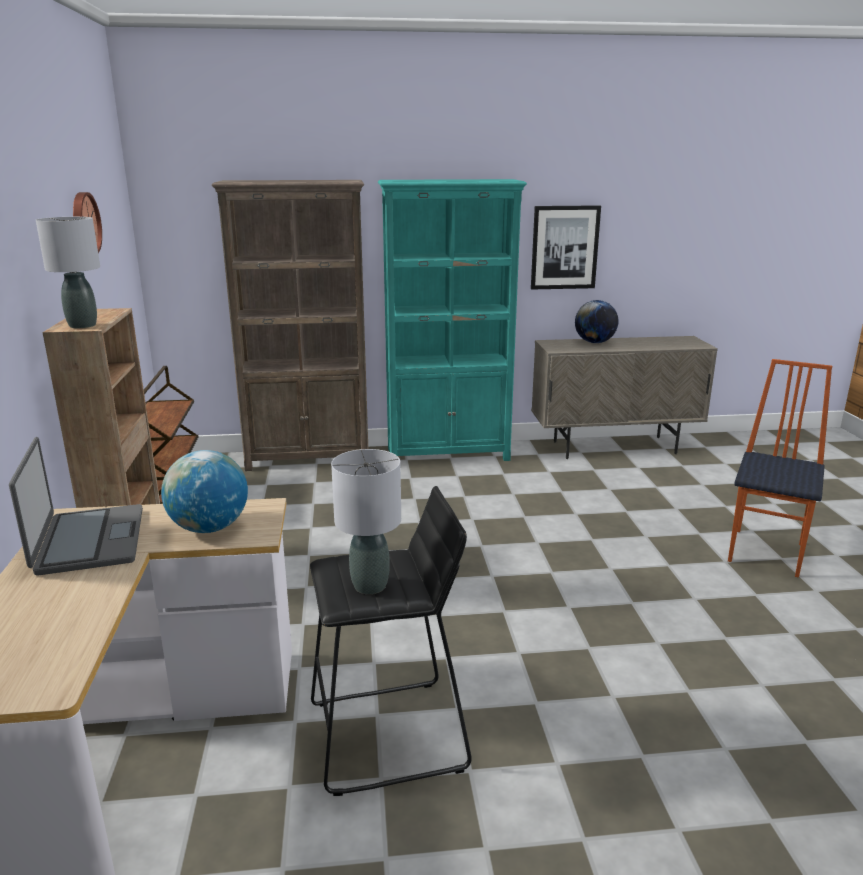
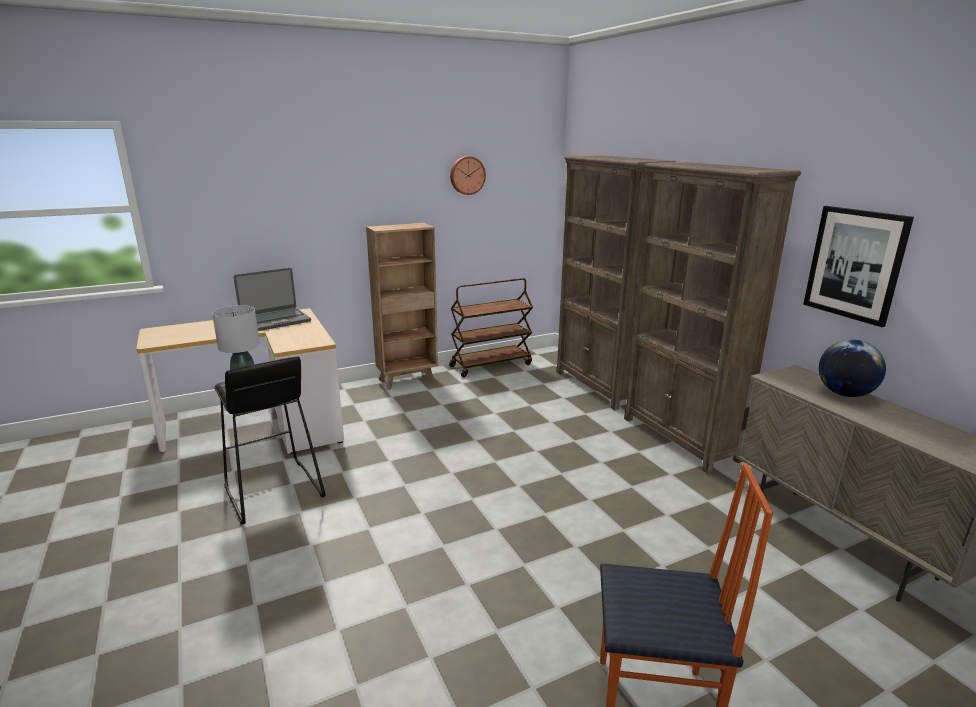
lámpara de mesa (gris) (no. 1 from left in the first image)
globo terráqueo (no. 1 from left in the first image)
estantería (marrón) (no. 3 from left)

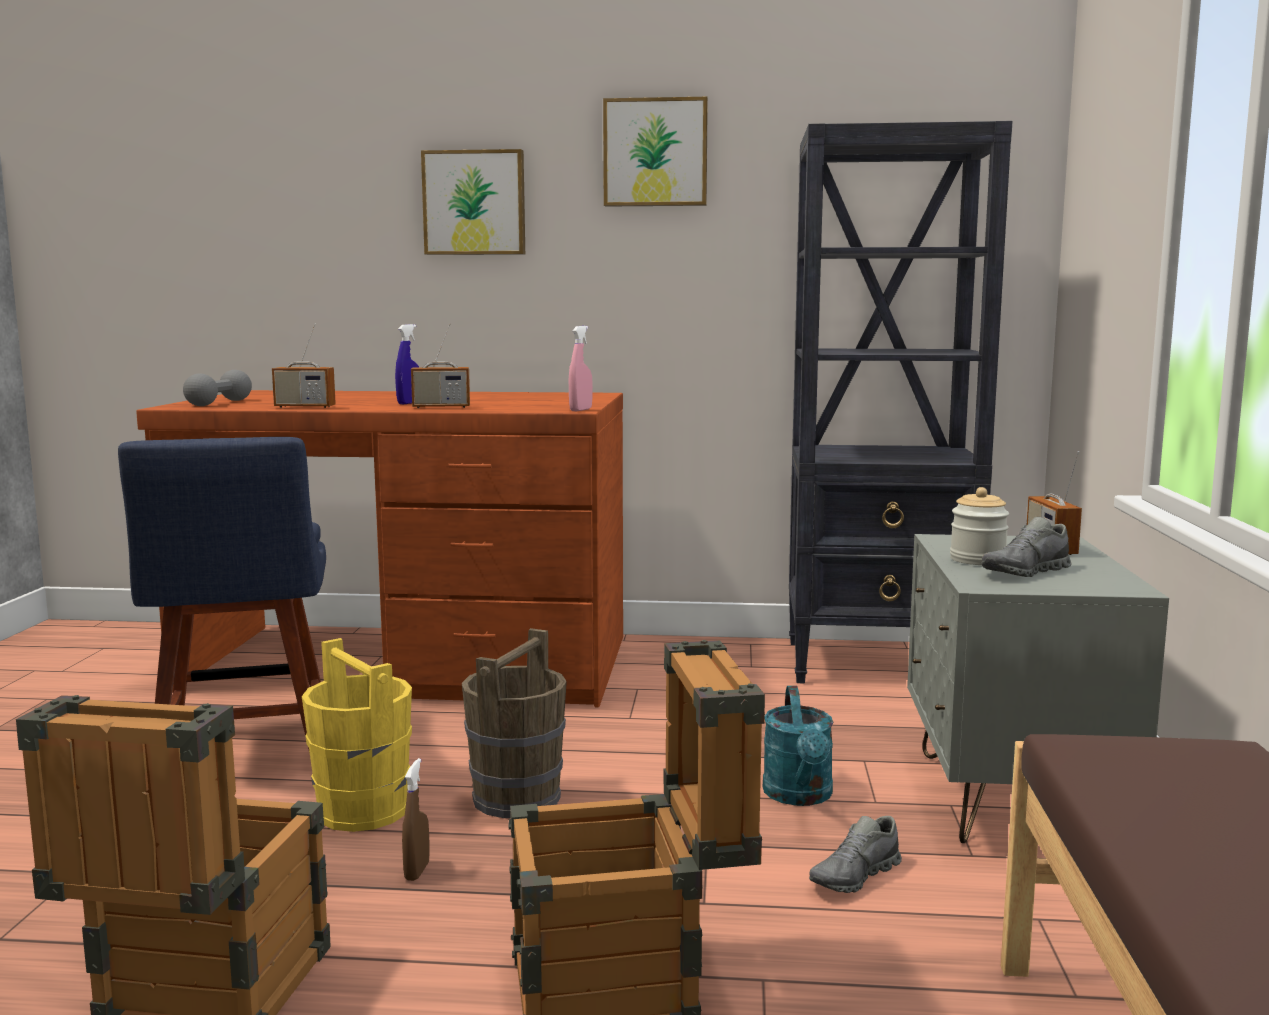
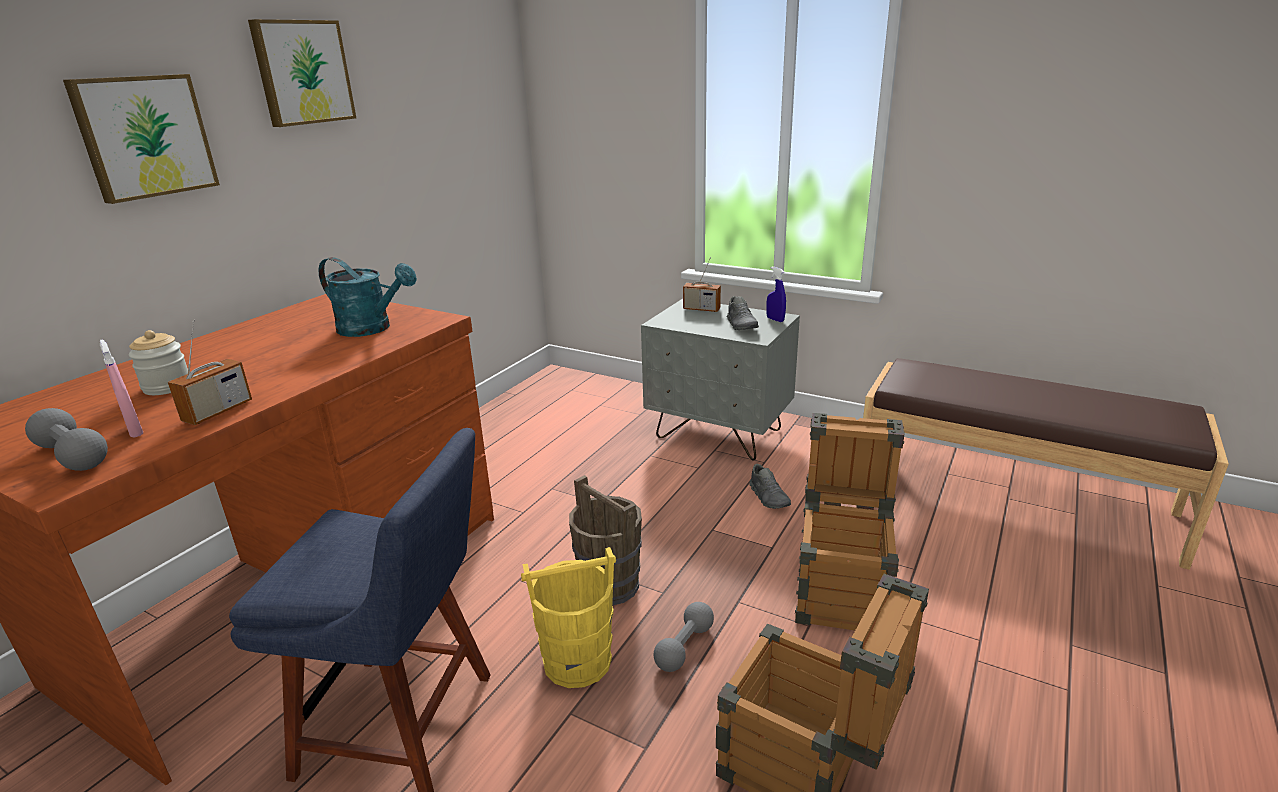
radio (no. 2 from left in the first image)
estantería (negro)
pulverizador (azul)
pulverizador (rosa)
regadera (turquesa)
tarro
mancuerna (gris) (no. 2 from left)

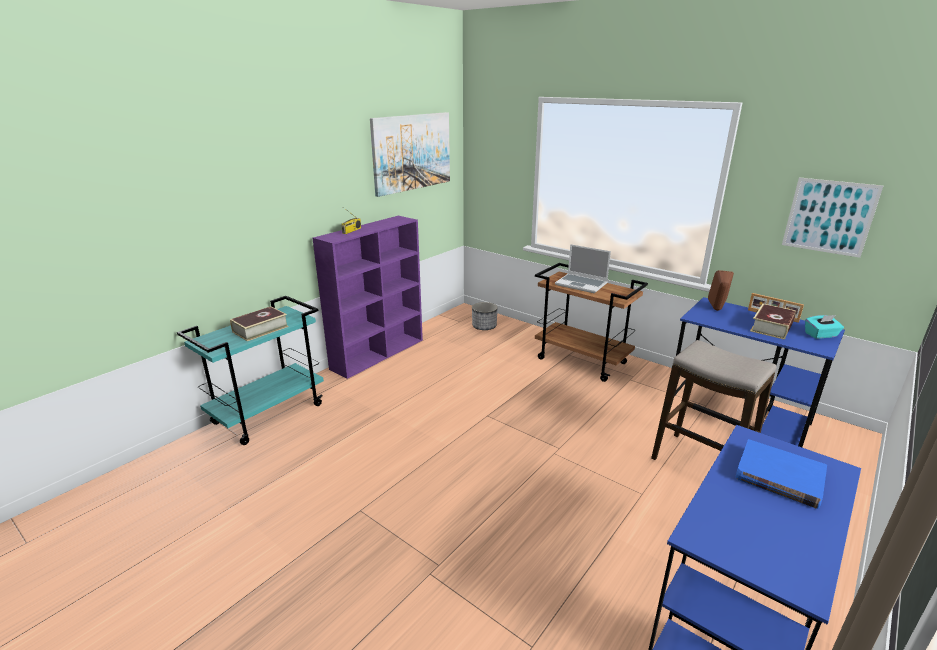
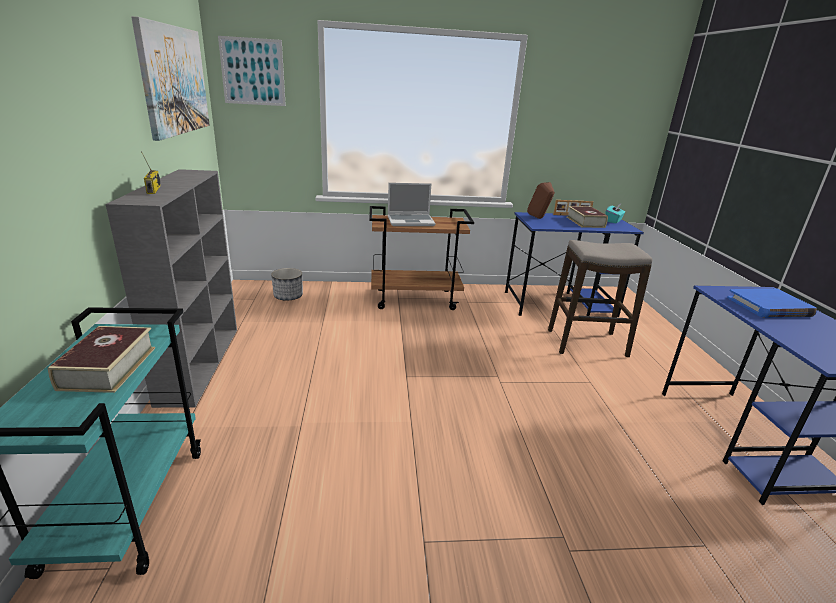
cuadro (no. 2 from left)
estantería (gris)

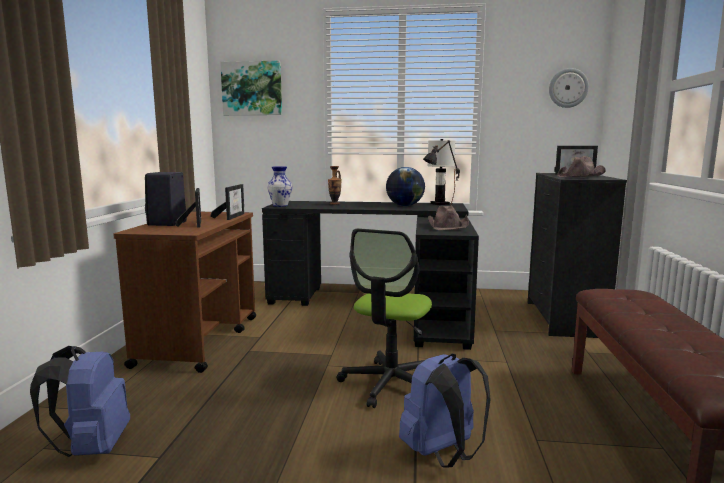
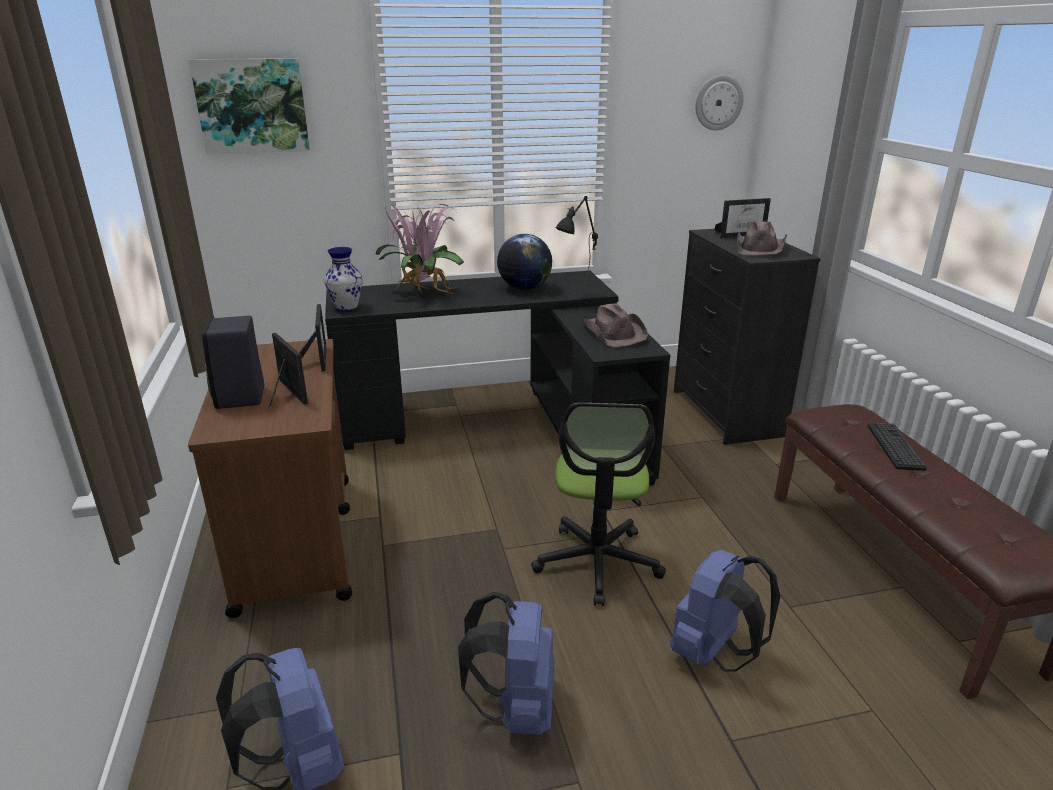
lámpara de mesa (blanco)
mochila (azul) (no. 2 from left)
teclado
planta en maceta

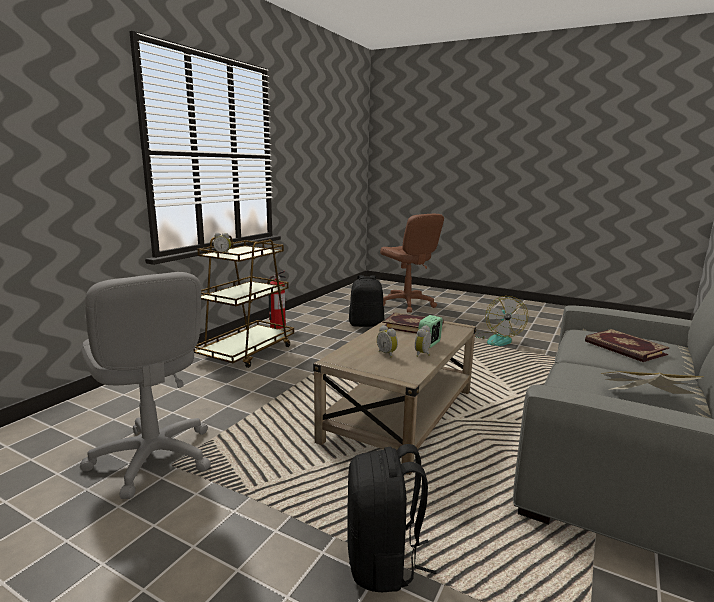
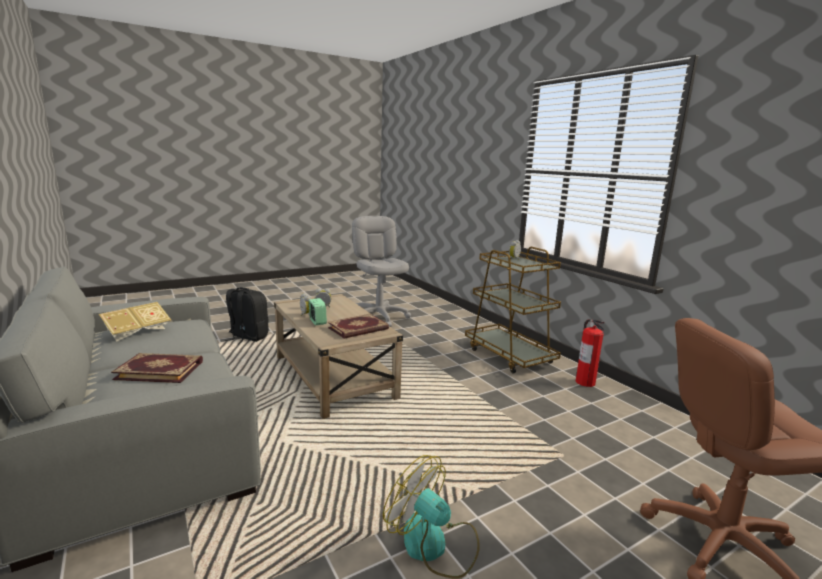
mochila (negro) (no. 1 from left in the first image)
silla de oficina (gris)

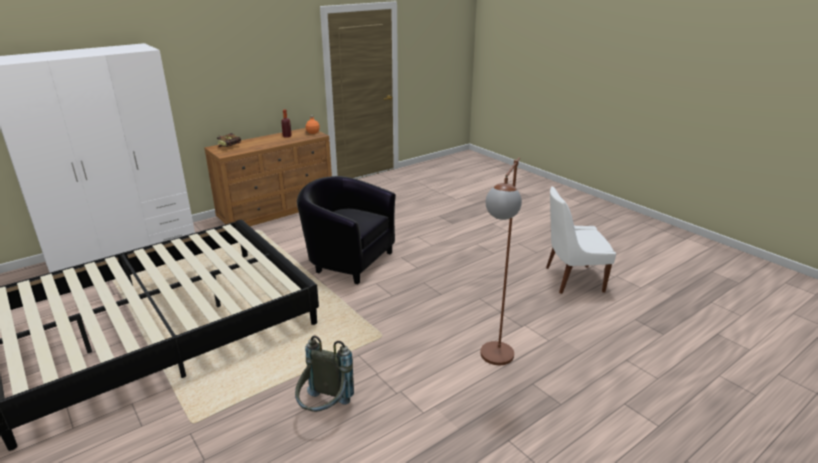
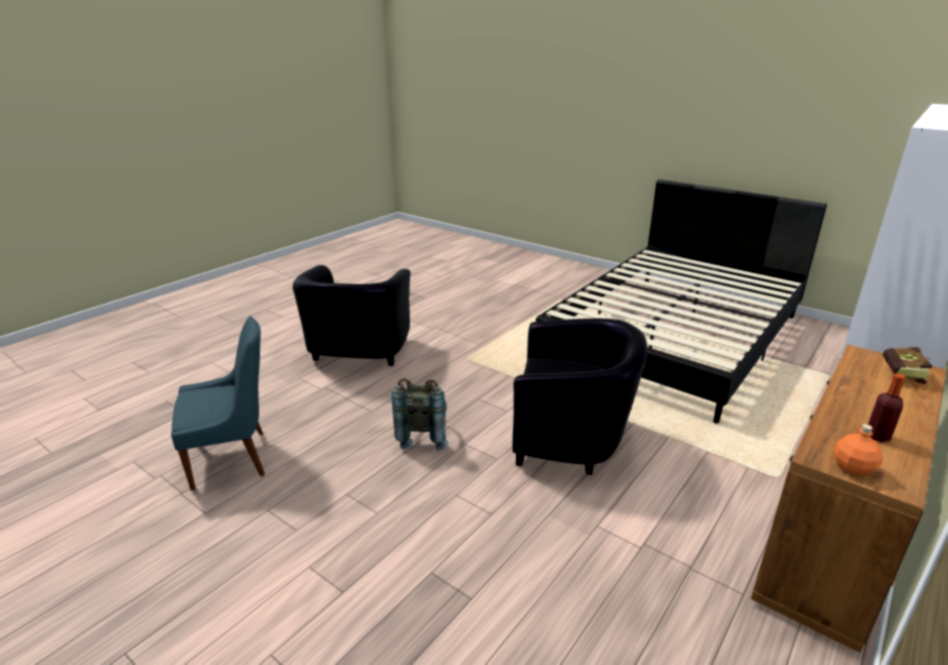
mochila (gris)
sillón (negro) (no. 1 from left)
silla (azul)

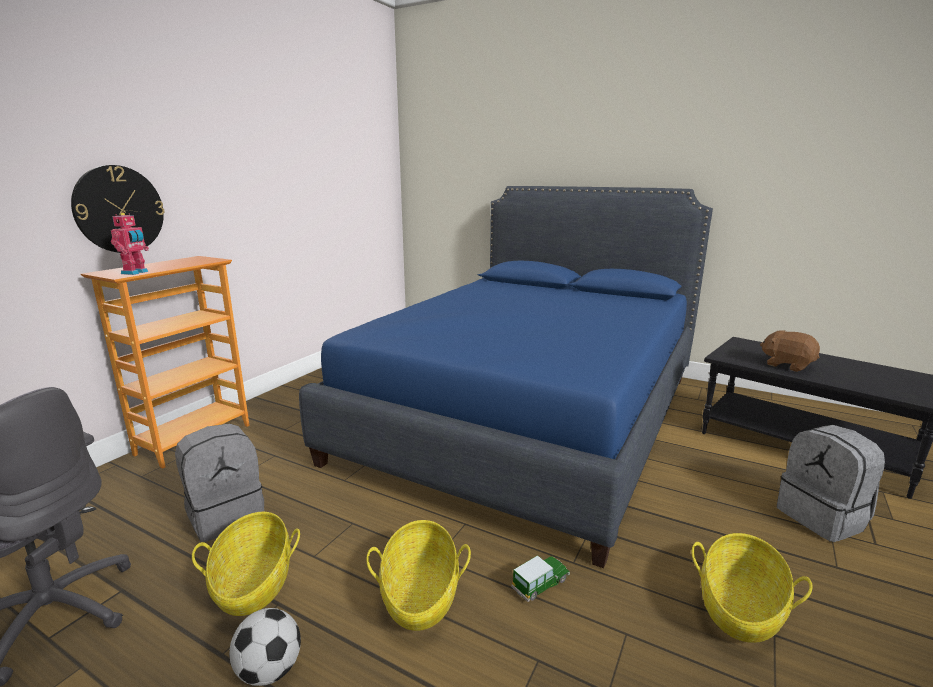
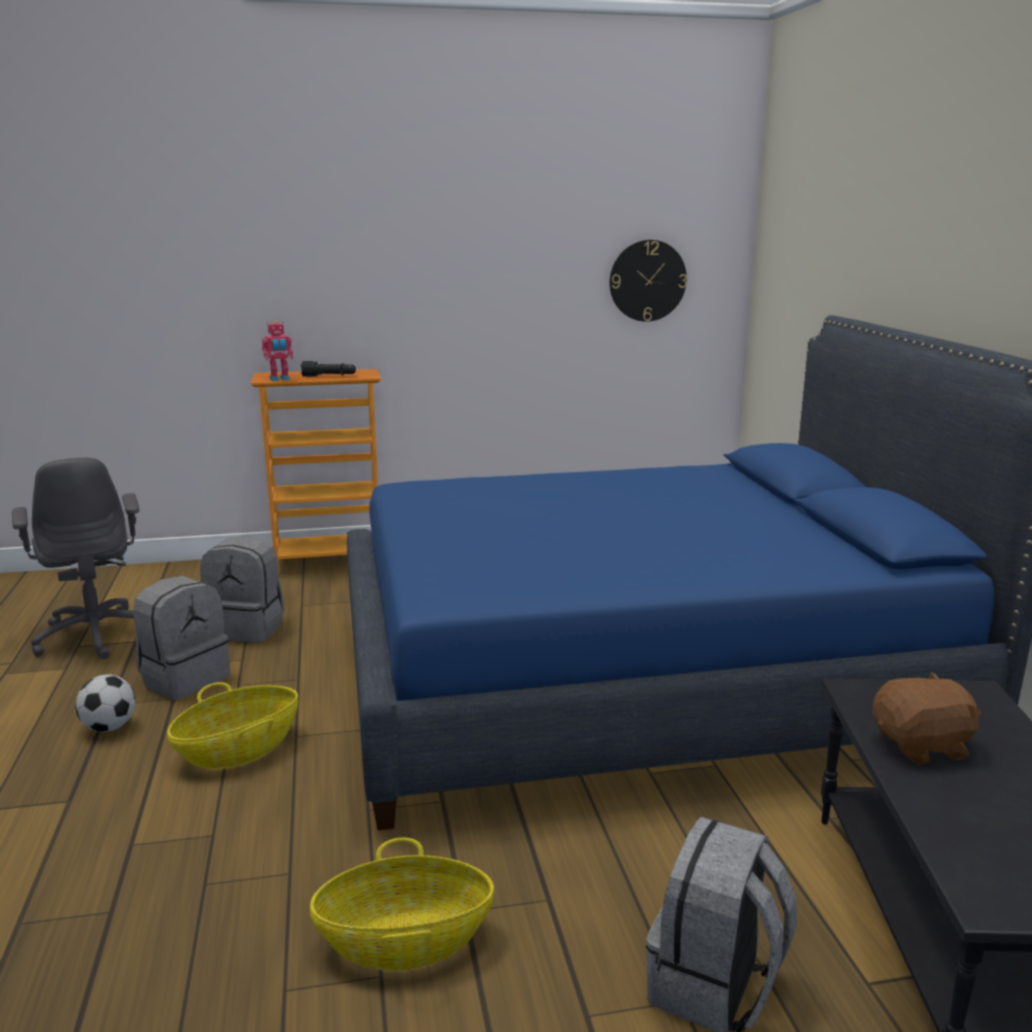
coche de juguete
linterna (negro)
reloj de pared
mochila (gris) (no. 1 from left)
peluche (marrón)

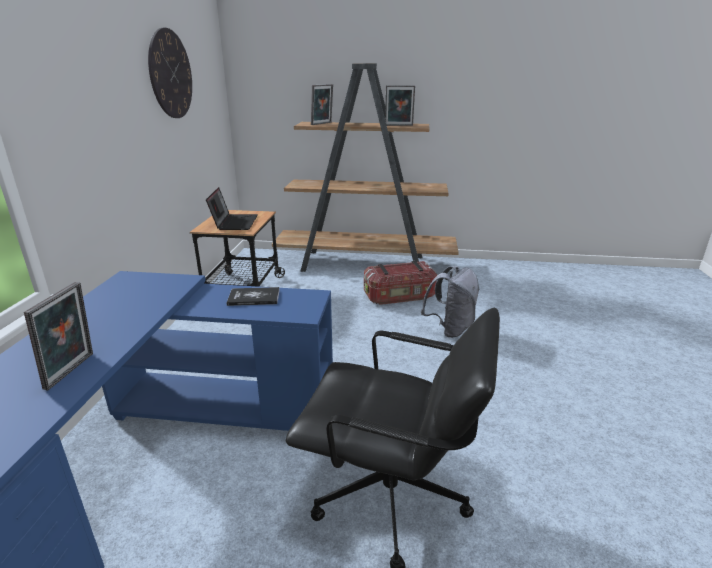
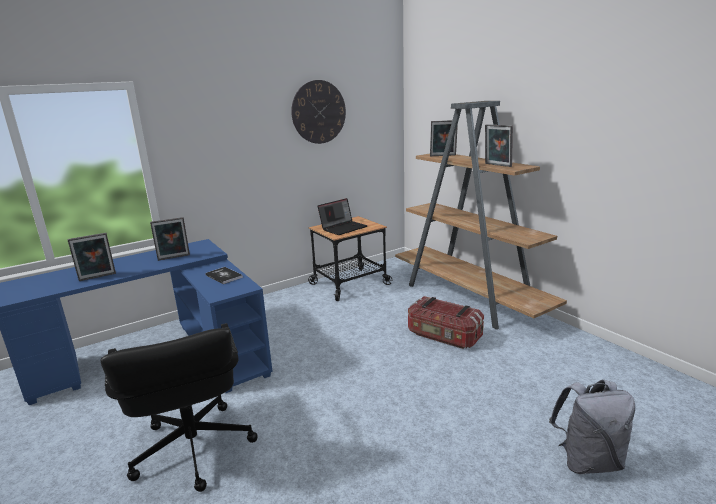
portarretratos (no. 2 from left)
mochila (gris)

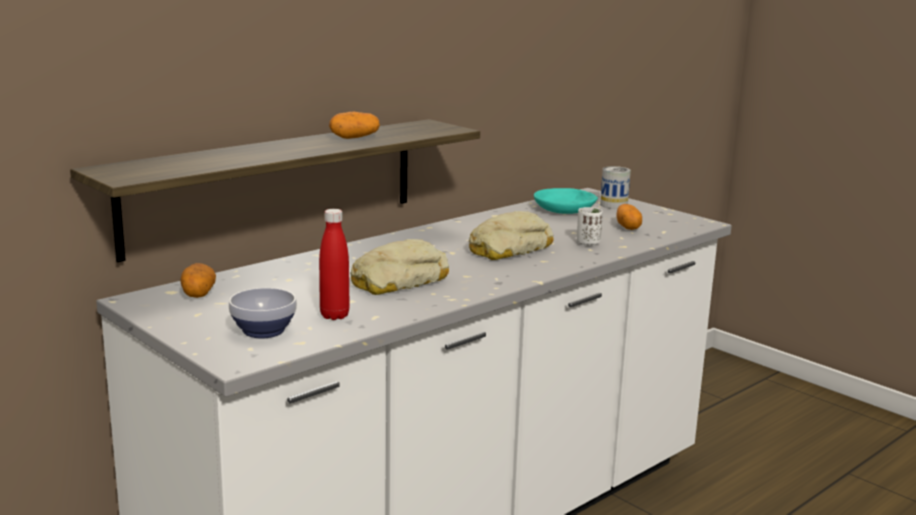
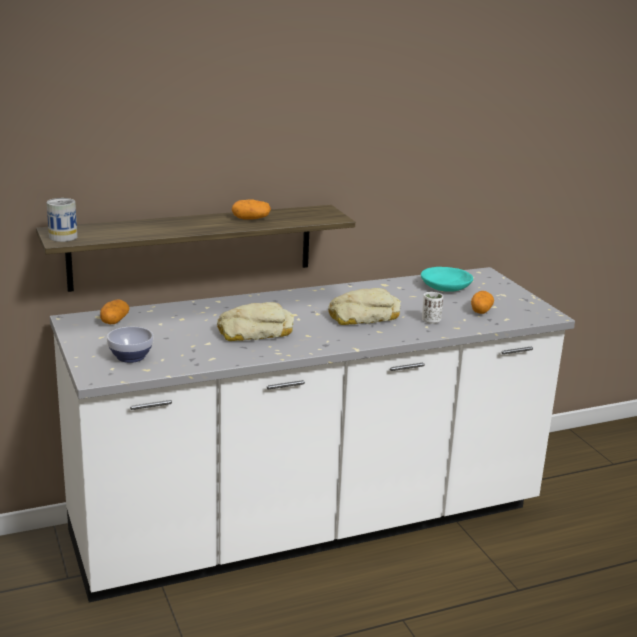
botella (rojo)
lata

